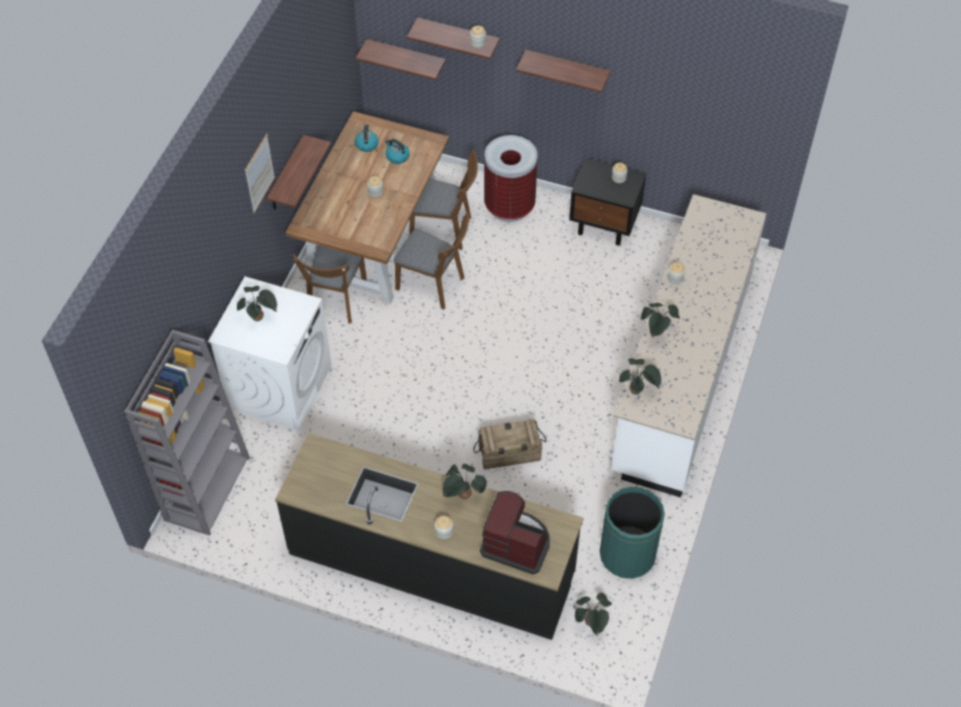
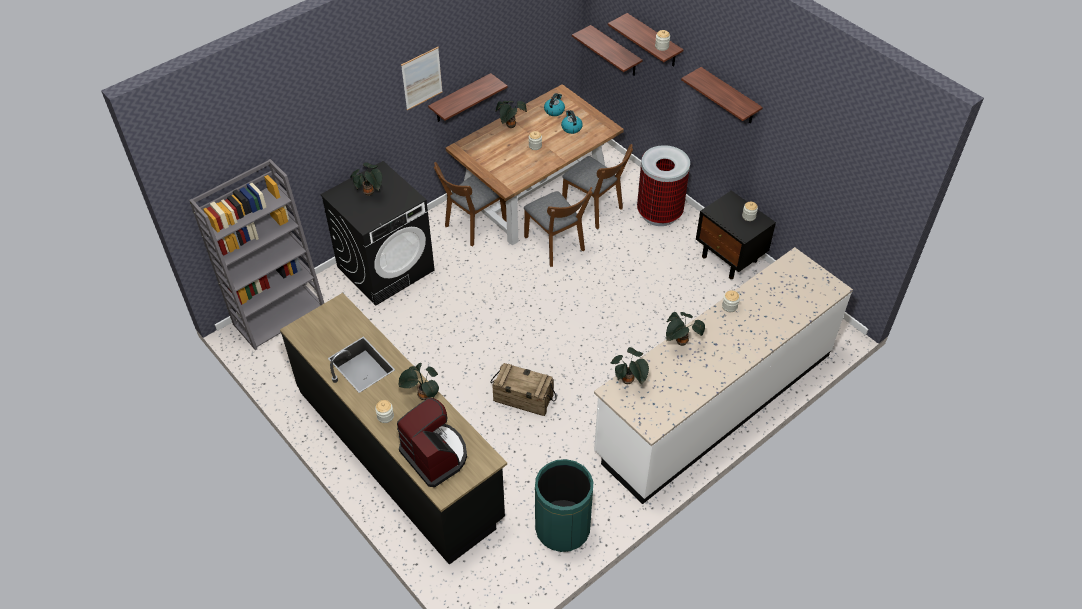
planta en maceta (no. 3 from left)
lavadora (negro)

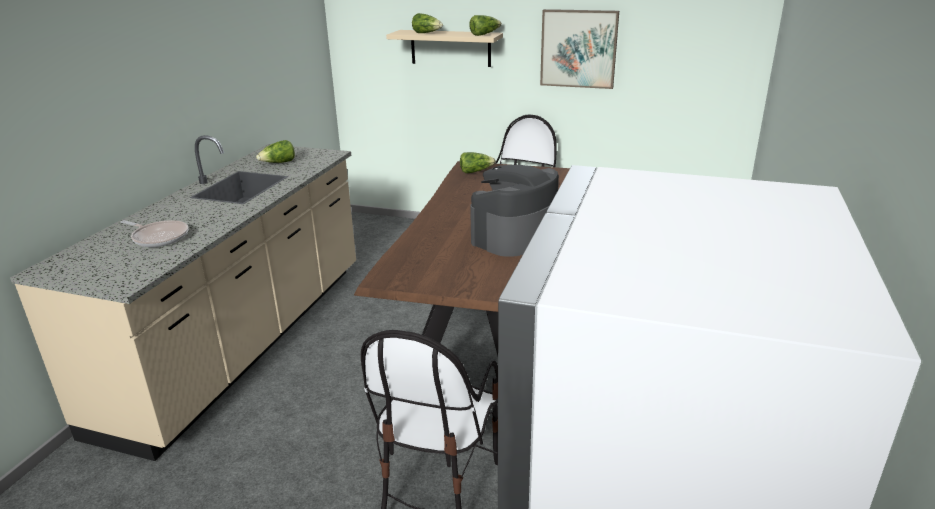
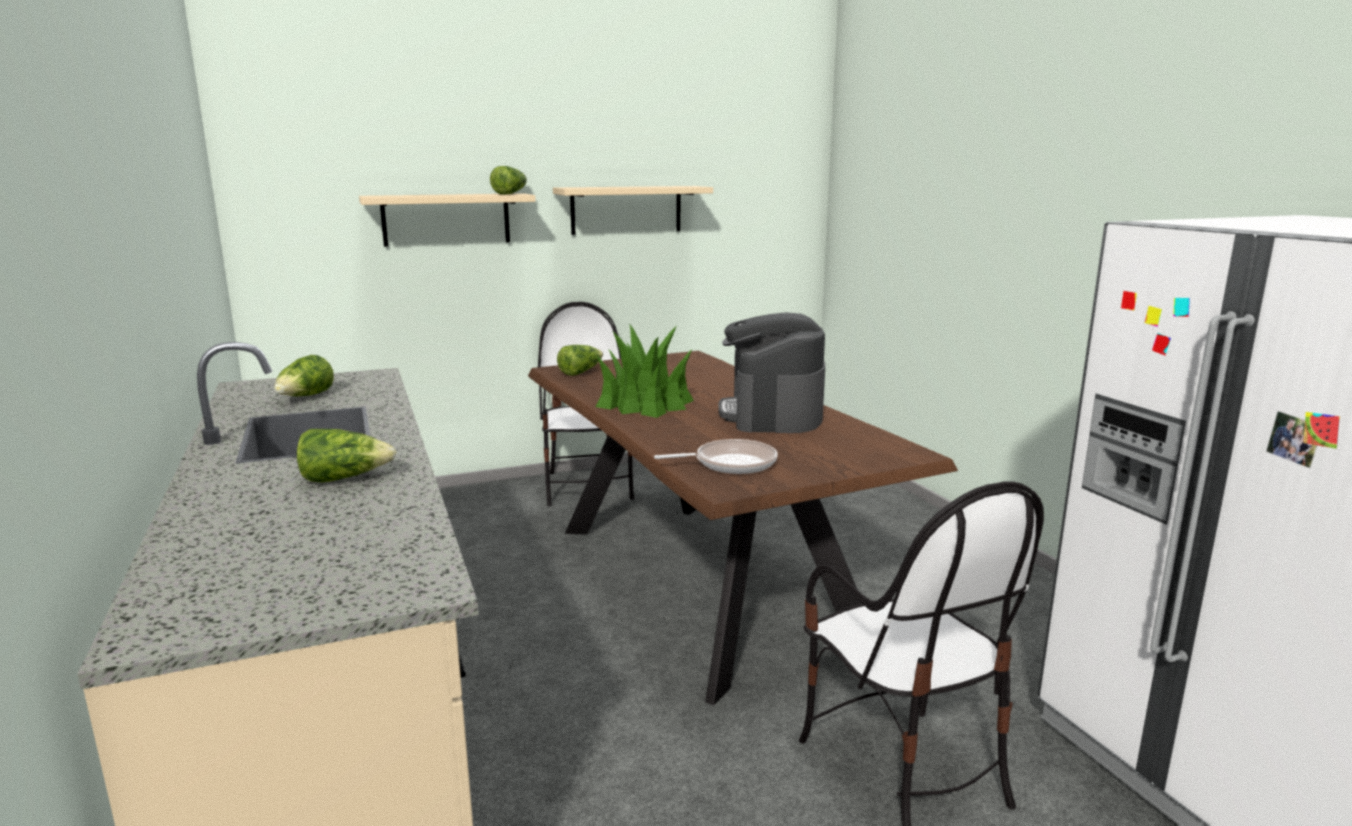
planta en maceta
sartén
lechuga (no. 2 from left)
estante (beis) (no. 2 from left)

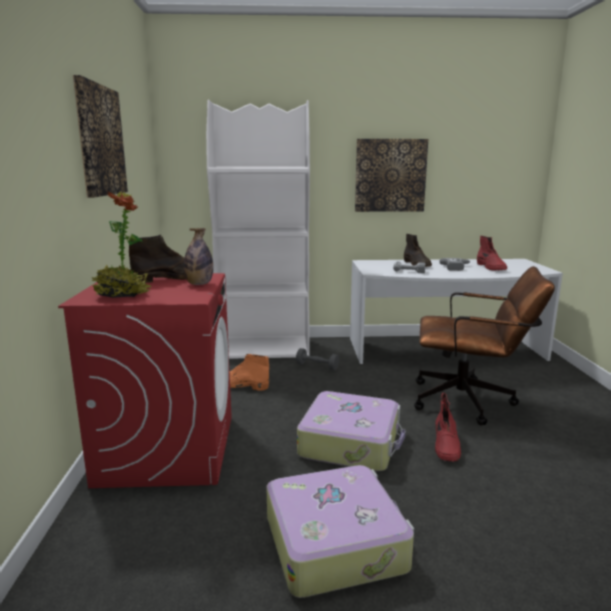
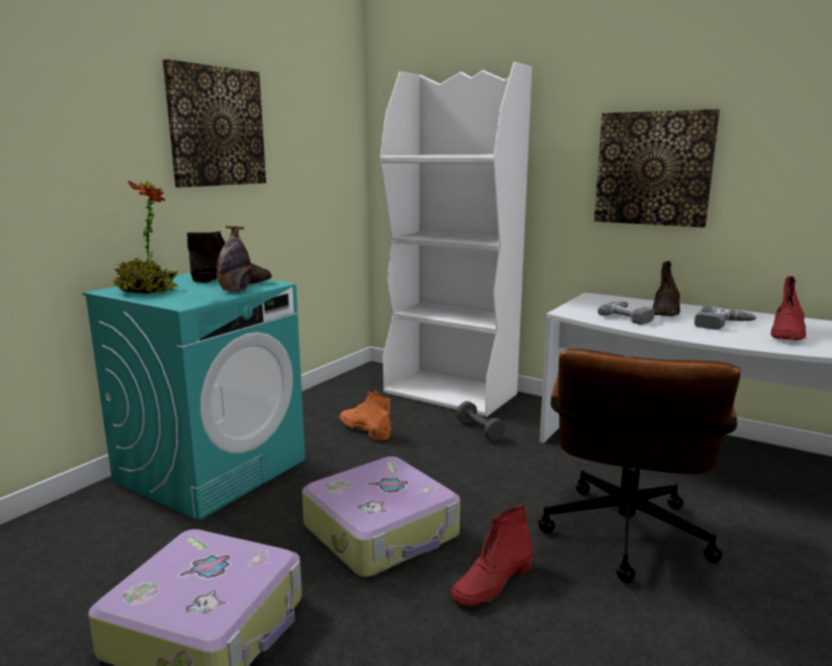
lavadora (turquesa)
silla de oficina (marrón)

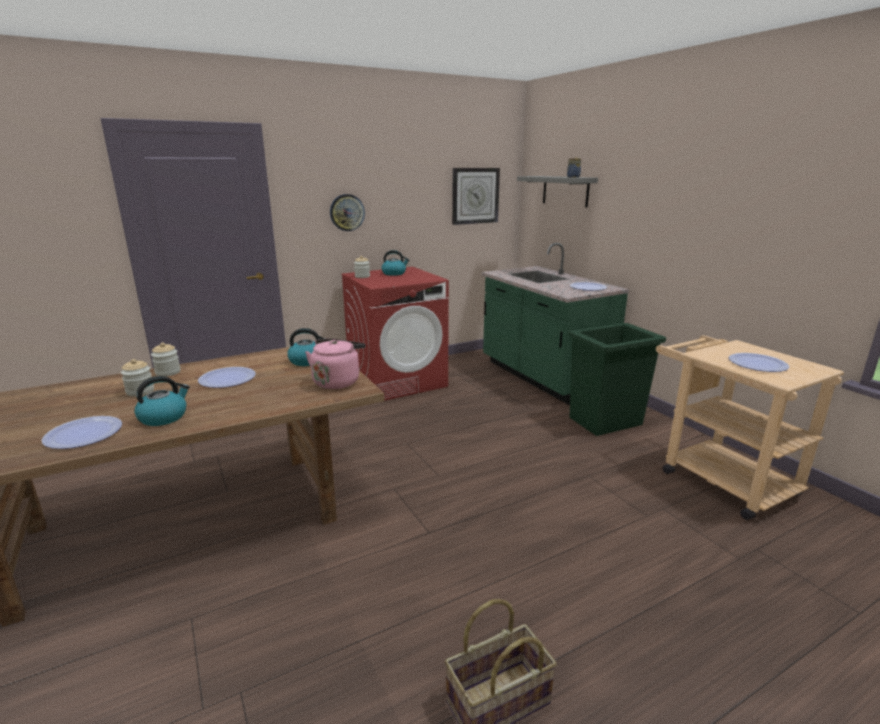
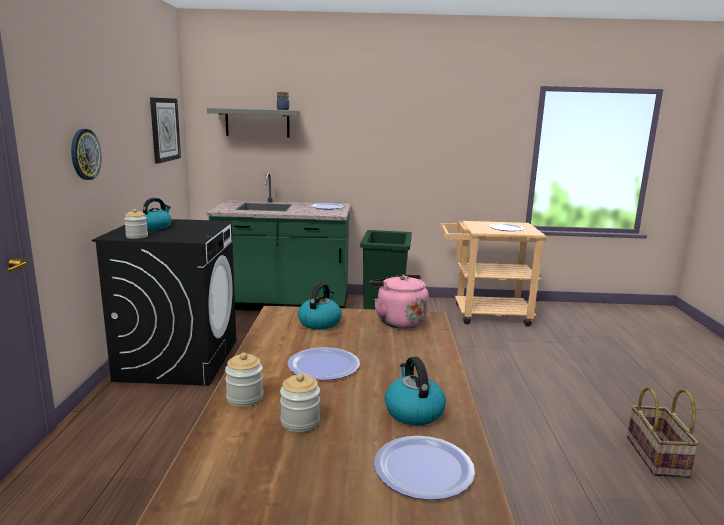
lavadora (negro)

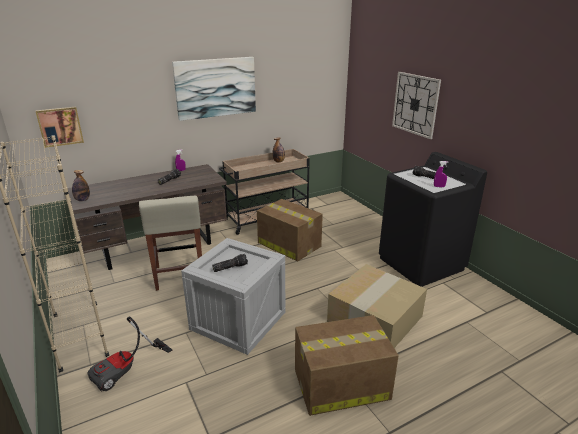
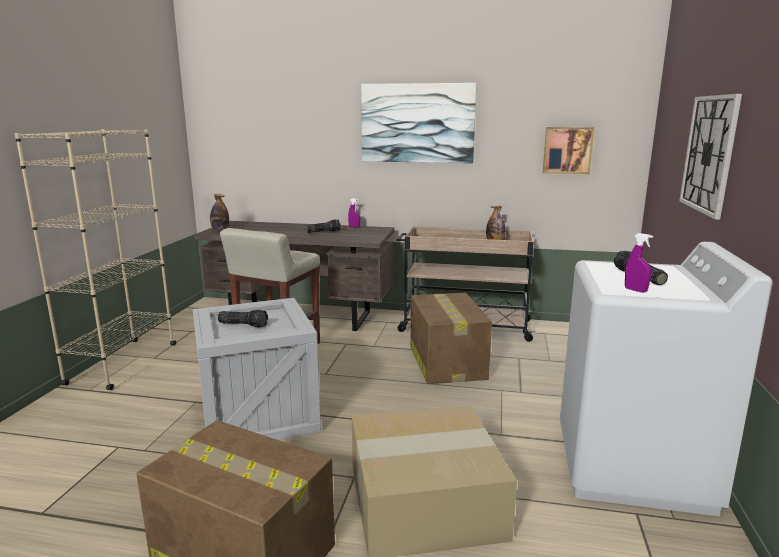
aspiradora
cuadro (no. 2 from left)
lavadora (blanco)

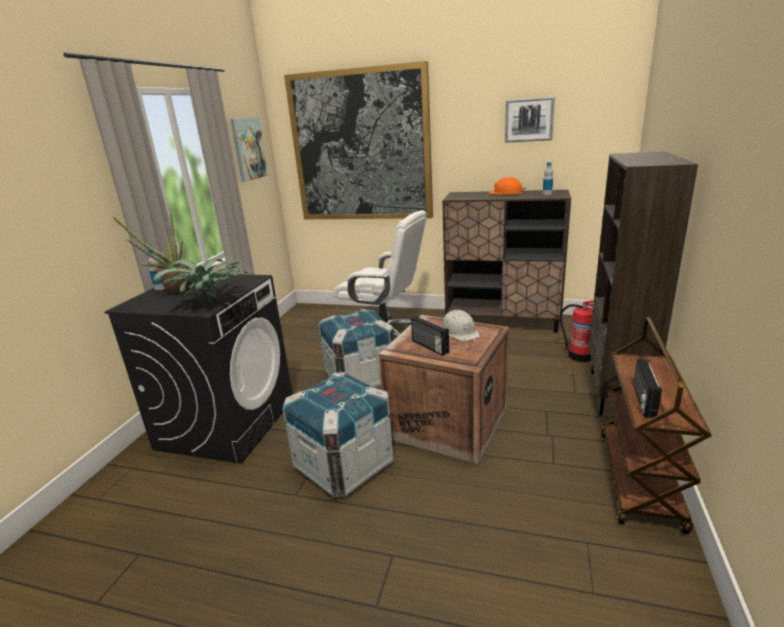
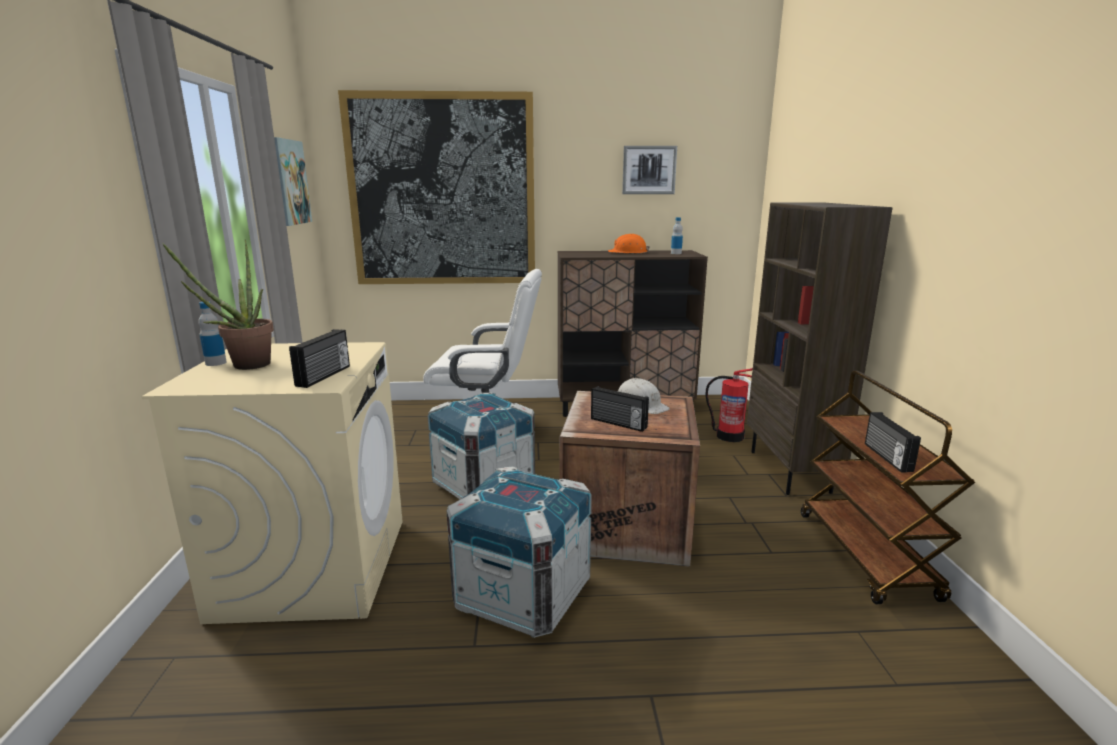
radio (no. 1 from left)
lavadora (beis)

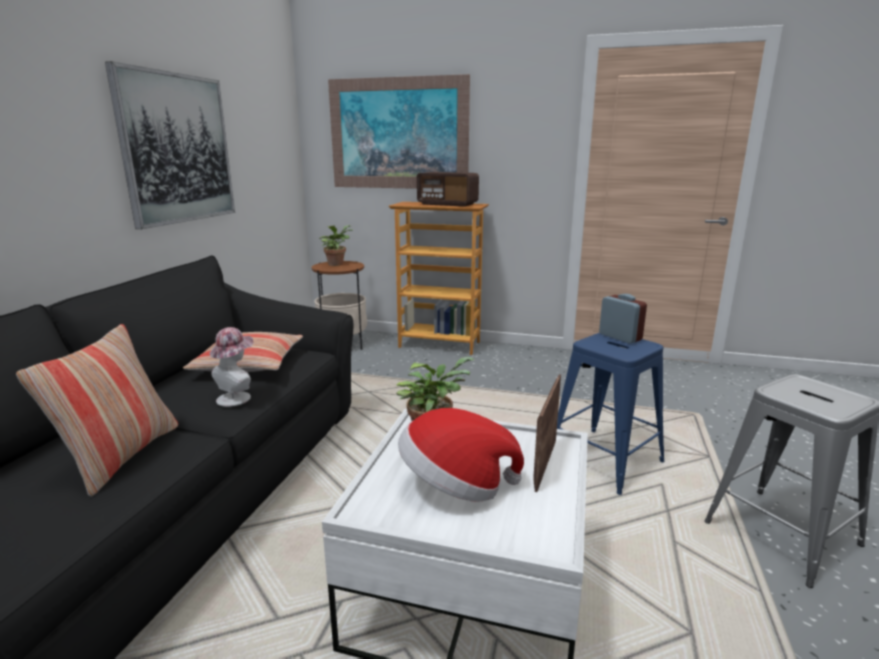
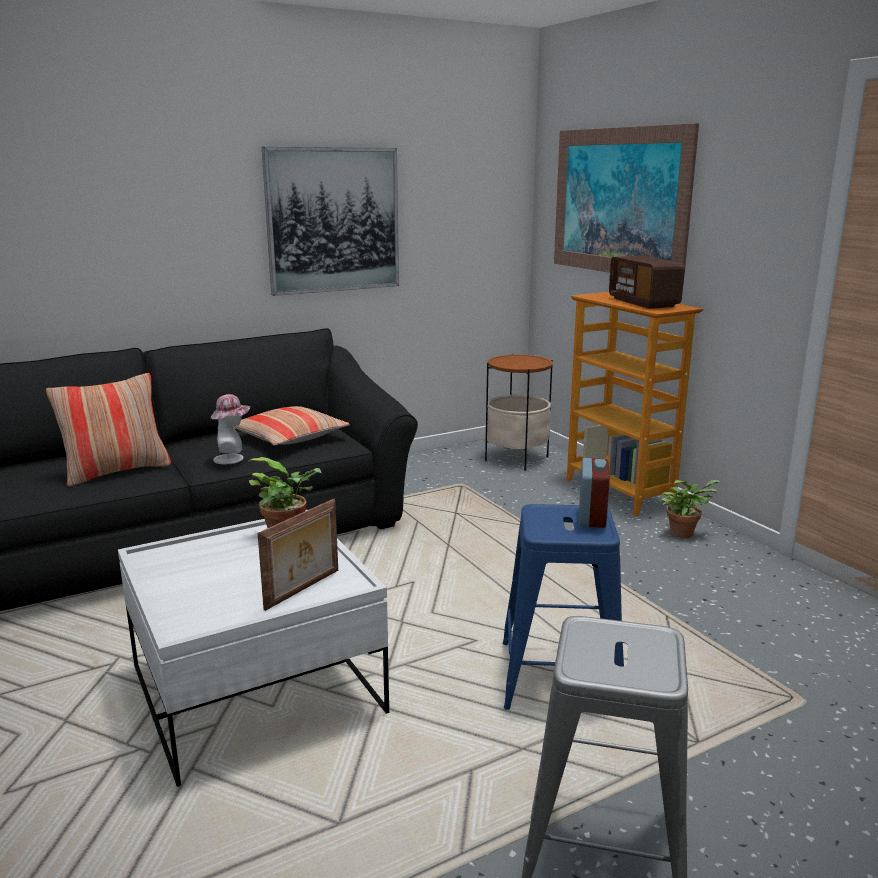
sombrero (no. 2 from left in the first image)
planta en maceta (no. 2 from left)
portarretratos

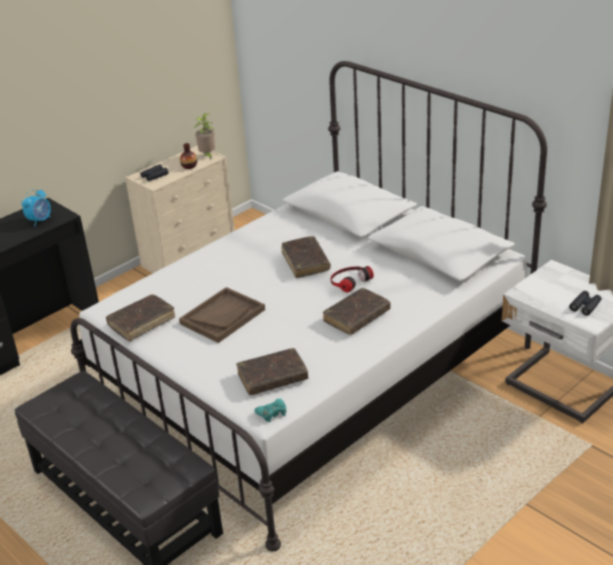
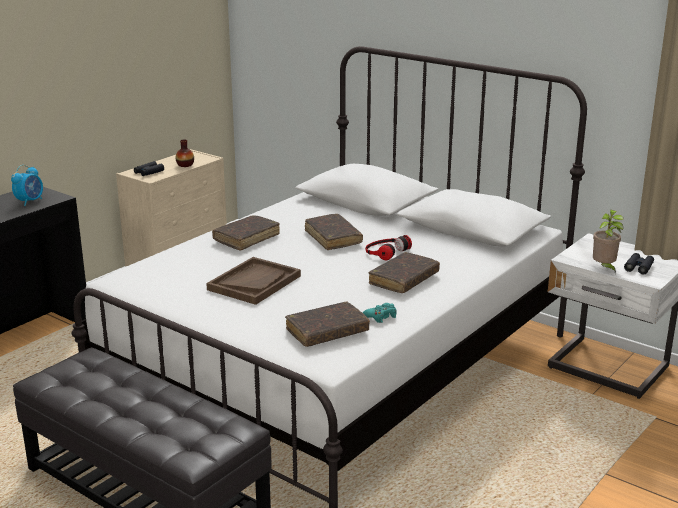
libro (marrón) (no. 1 from left)
planta en maceta
mando de consola (turquesa)

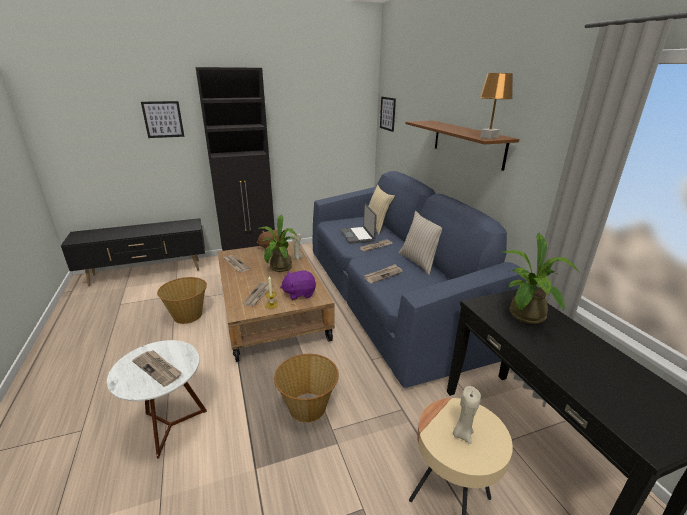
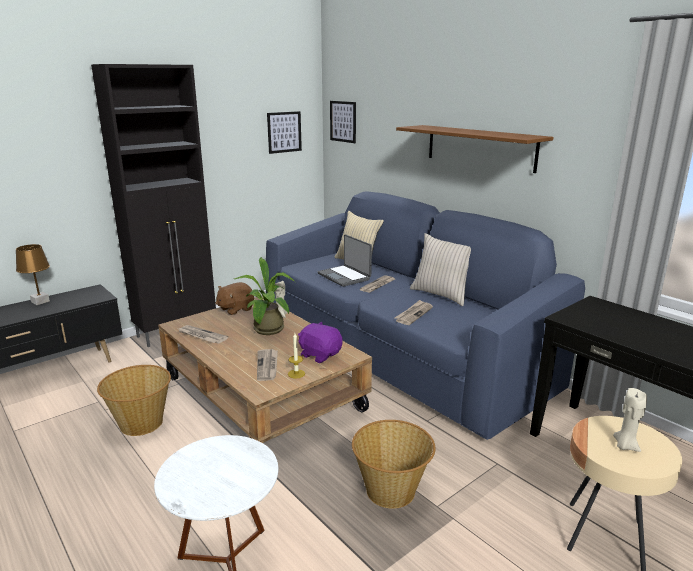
periódico (no. 1 from left in the first image)
planta en maceta (no. 2 from left in the first image)
cuadro (no. 1 from left)
lámpara de mesa (marrón)
peluche (morado)

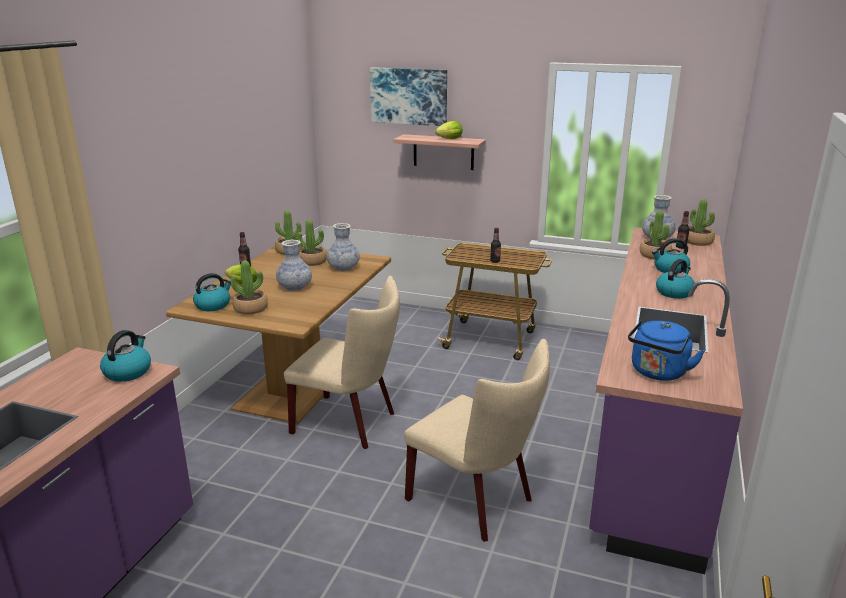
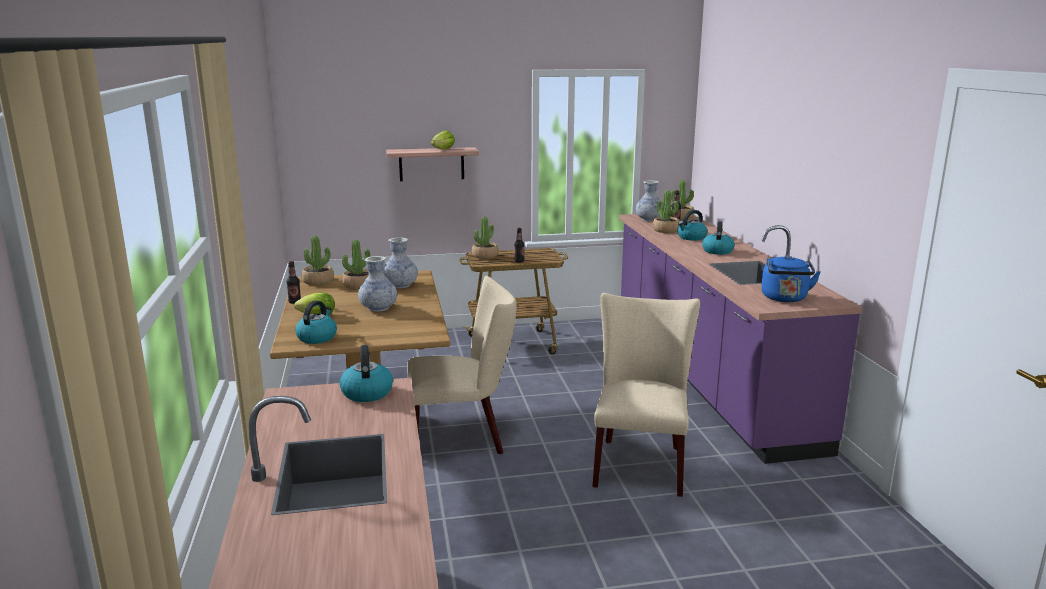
cuadro
planta en maceta (no. 3 from left)
silla (beis) (no. 2 from left)

